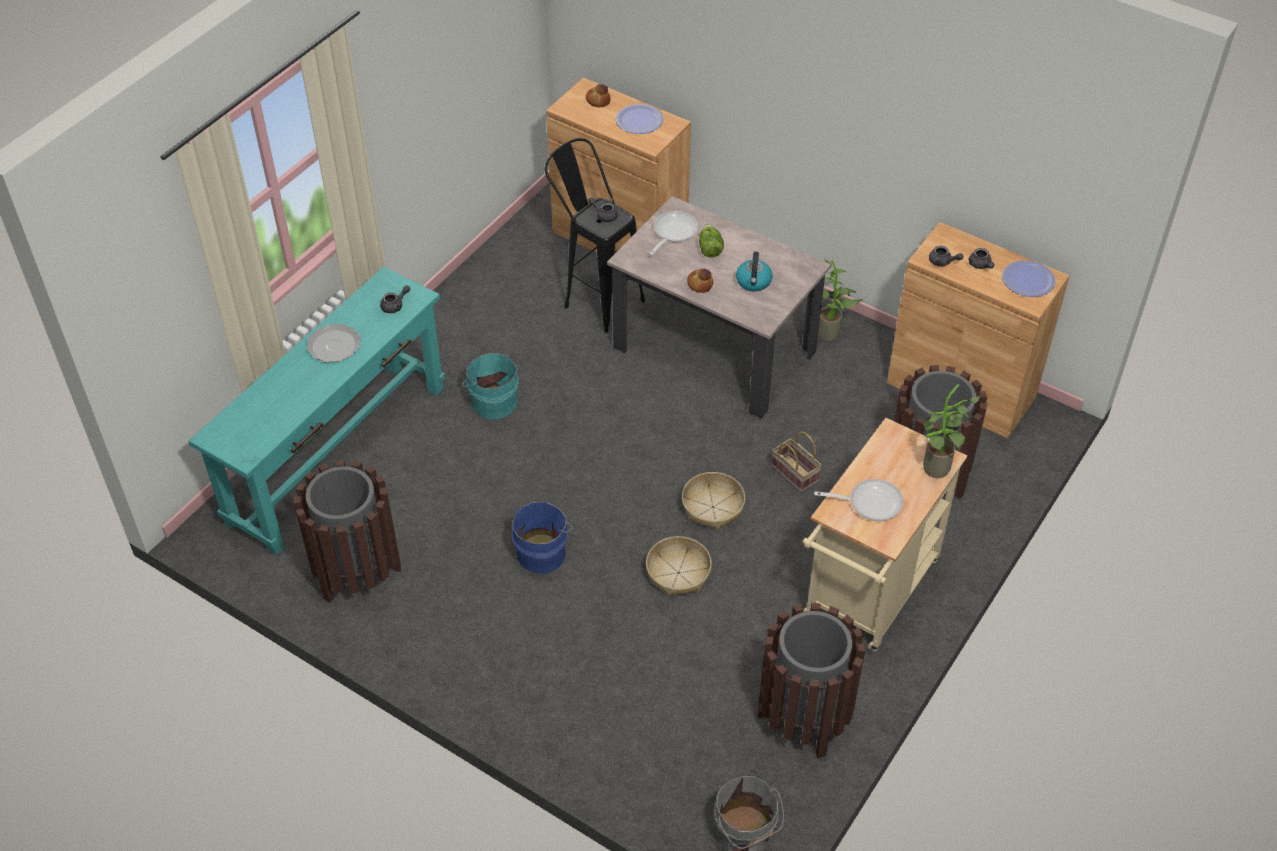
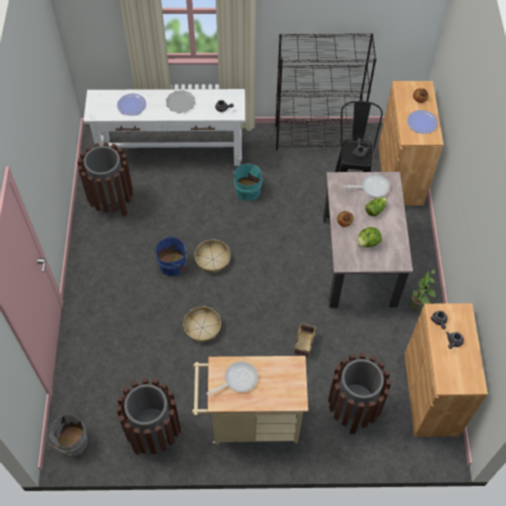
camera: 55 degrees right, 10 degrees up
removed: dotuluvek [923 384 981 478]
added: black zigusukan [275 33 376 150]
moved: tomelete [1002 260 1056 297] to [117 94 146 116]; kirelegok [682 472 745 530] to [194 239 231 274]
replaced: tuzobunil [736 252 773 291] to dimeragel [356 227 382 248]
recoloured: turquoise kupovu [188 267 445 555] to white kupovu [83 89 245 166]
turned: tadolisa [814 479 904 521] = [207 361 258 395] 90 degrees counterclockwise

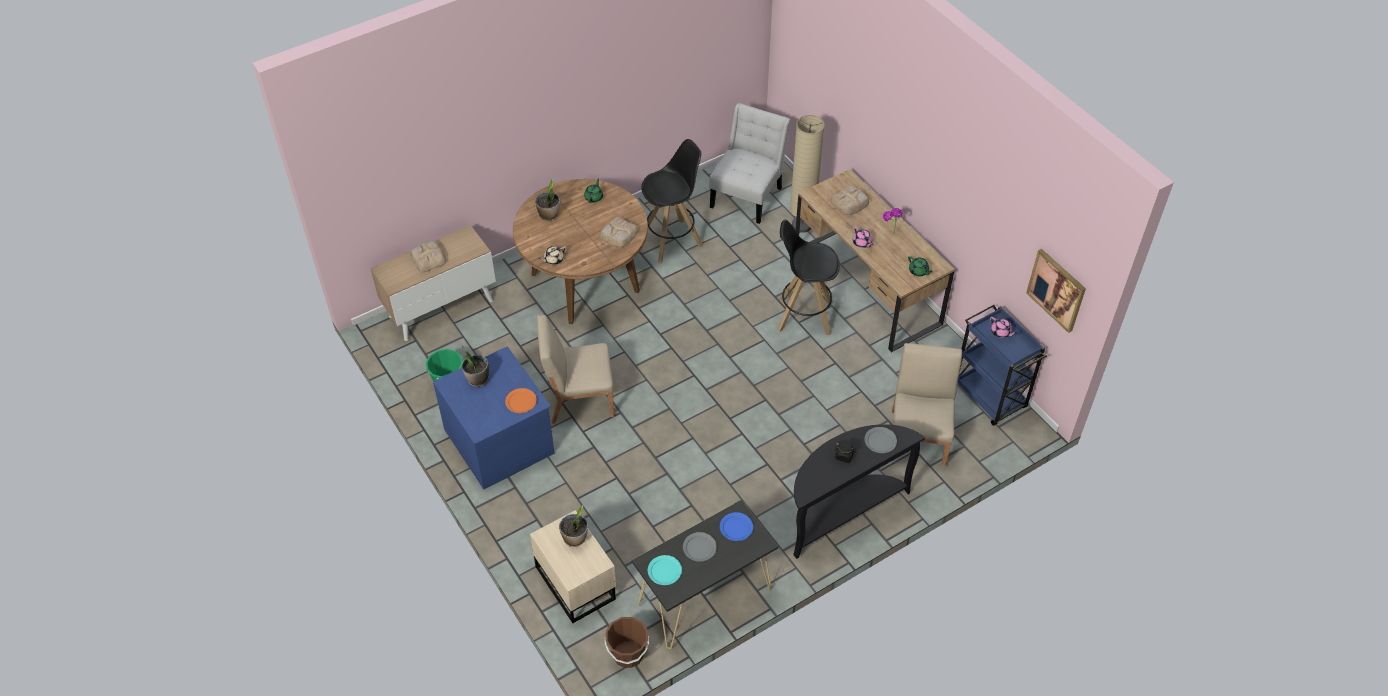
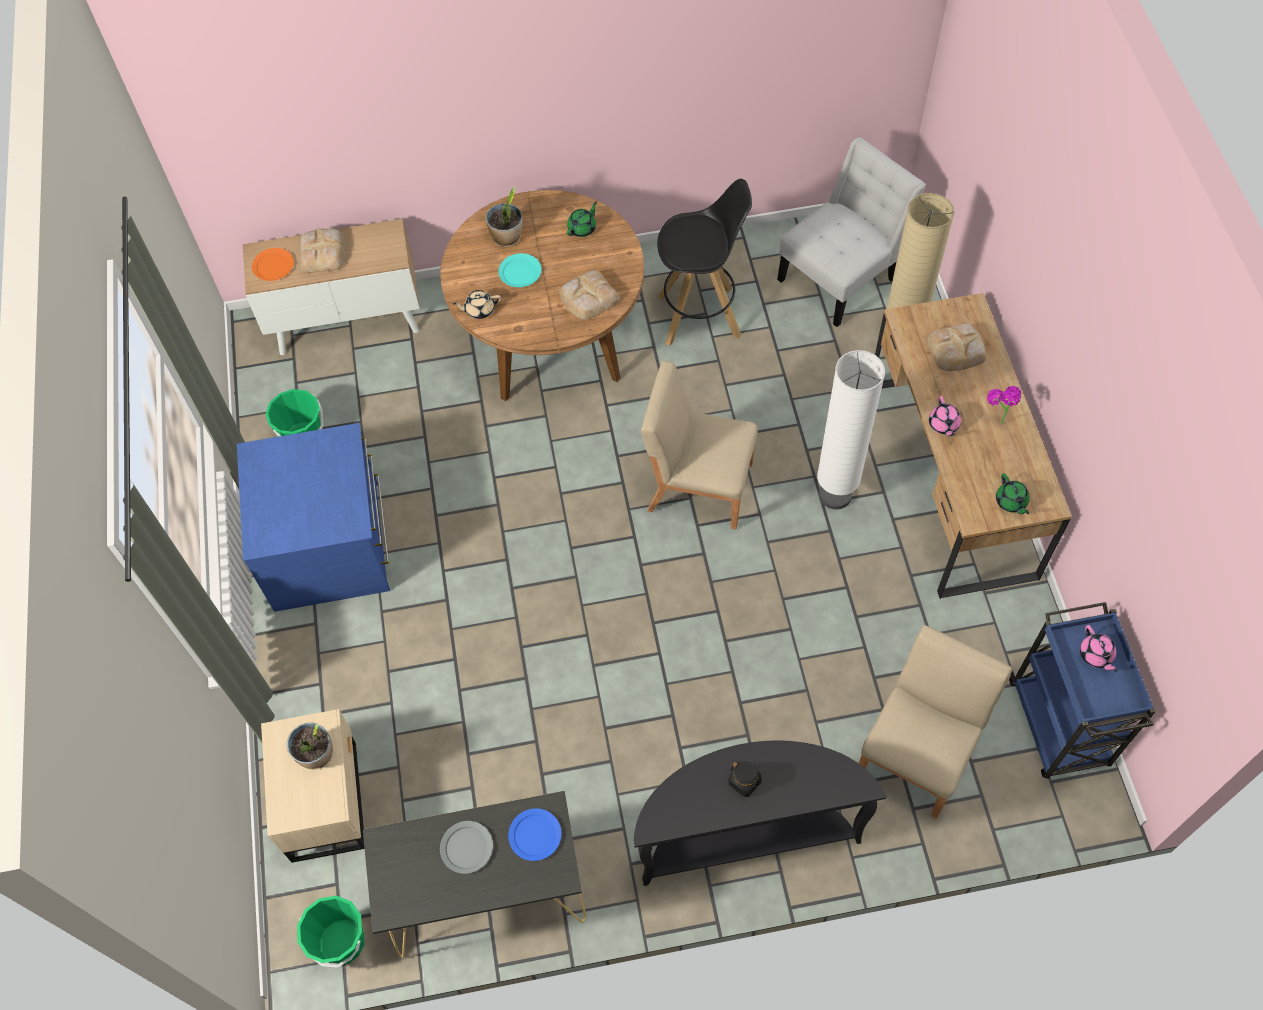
camera: 25 degrees right, 10 degrees up
removed: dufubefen [1026 249 1086 333]; dotuluvek [462 346 489 387]; grey tomelete [865 427 897 453]
moved: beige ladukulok [537 315 614 424] to [641 361 758 530]; orange tomelete [505 388 537 413] to [252 248 294 281]; turquoise tomelete [648 555 682 585] to [498 253 541 287]
replaced: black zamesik [777 220 840 336] to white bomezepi [817 350 885 509]
recoloured: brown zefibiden [605 617 649 668] to green zefibiden [297 896 364 968]

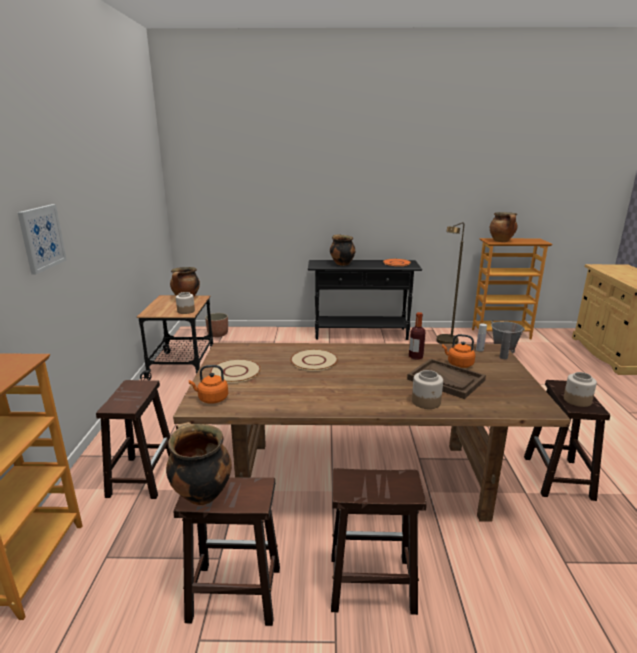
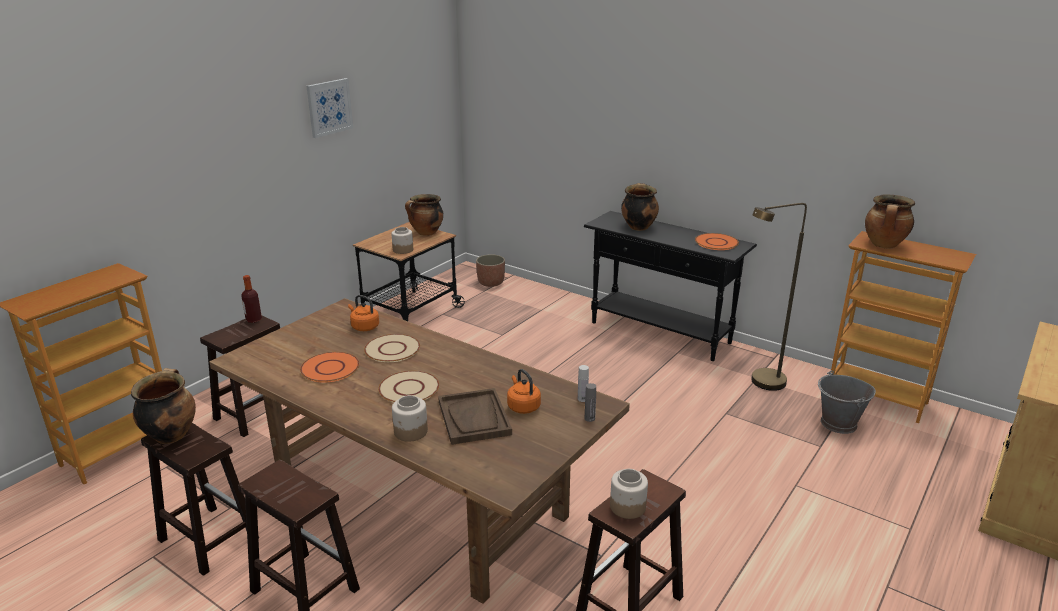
camera: 35 degrees right, 5 degrees up
added: orange tomelete [300 352 359 382]
moved: dufubefen [17 204 67 275] to [307 78 353 138]; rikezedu [409 312 426 360] to [241 275 262 323]; beige tomelete [210 359 261 383] to [378 371 439 403]; orange tuzobunil [189 365 228 404] to [348 295 379 331]

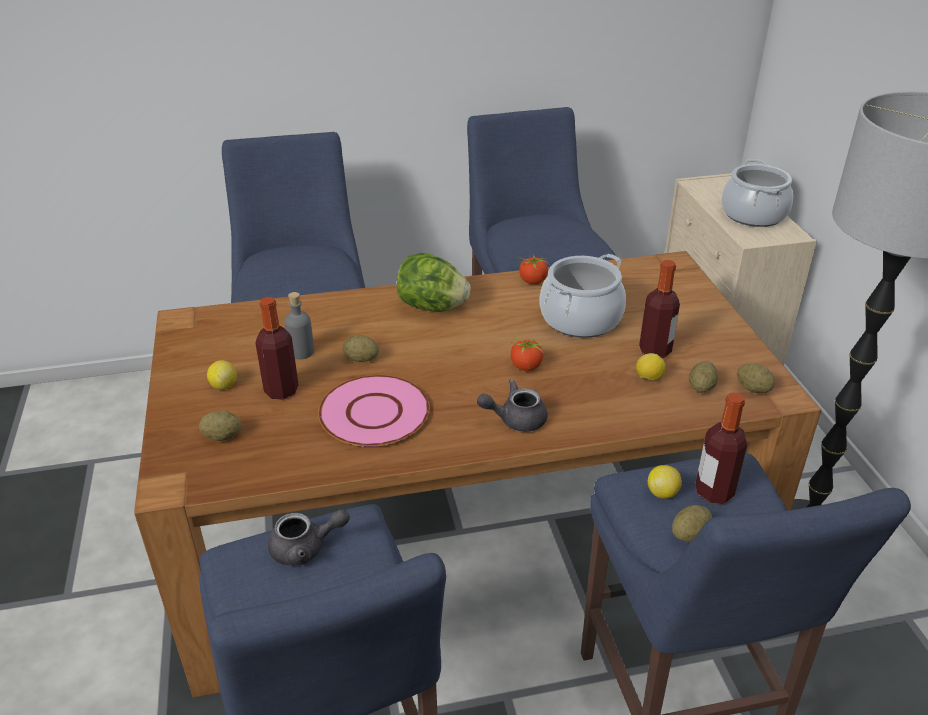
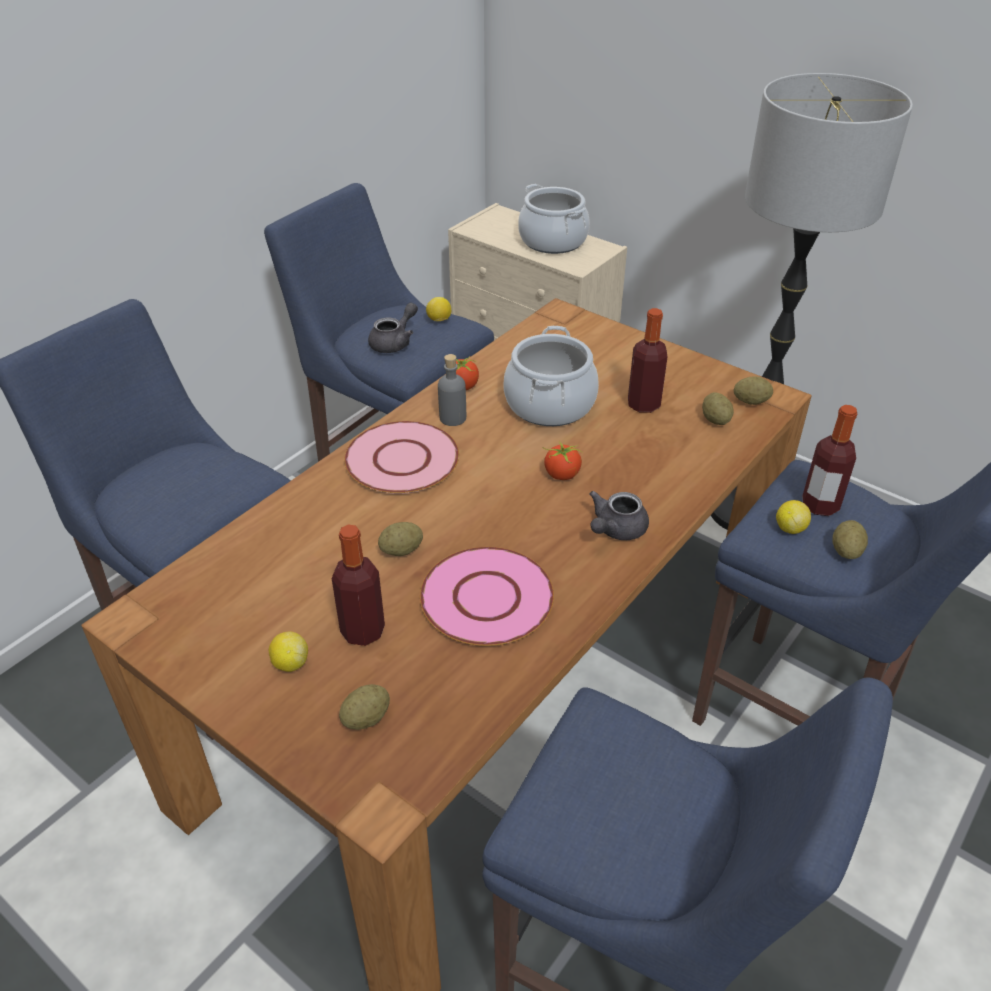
camera: 40 degrees left, 5 degrees up
moved: grey rikezedu [284 292 314 359] to [438 354 466 426]; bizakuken [636 353 665 381] to [426 297 451 321]; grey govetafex [268 509 350 565] to [368 303 418 353]
replaced: dimeragel [397 253 471 312] to pink tomelete [344 421 459 494]

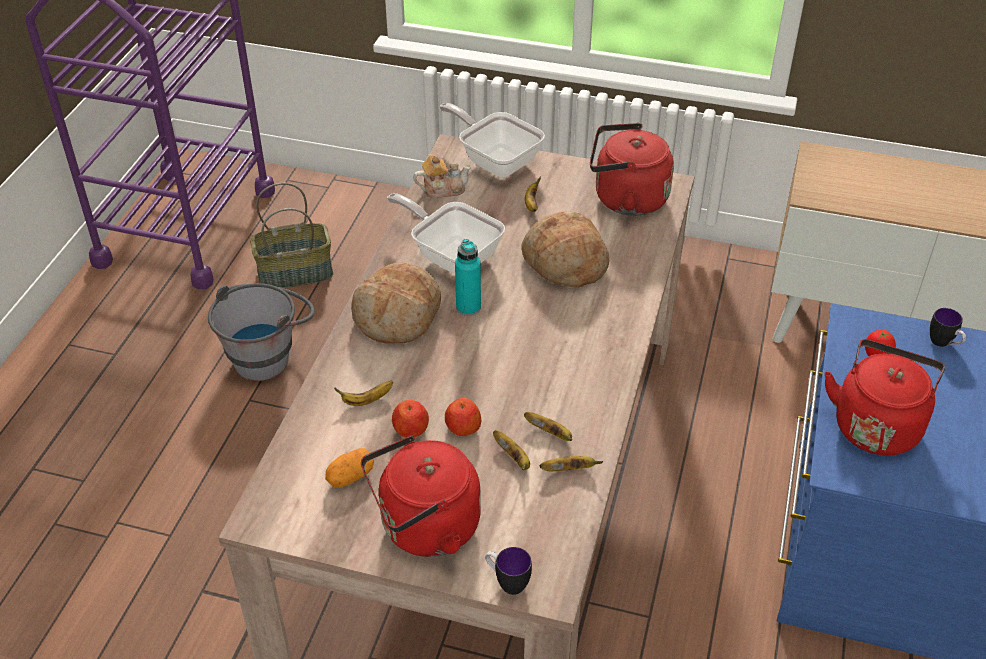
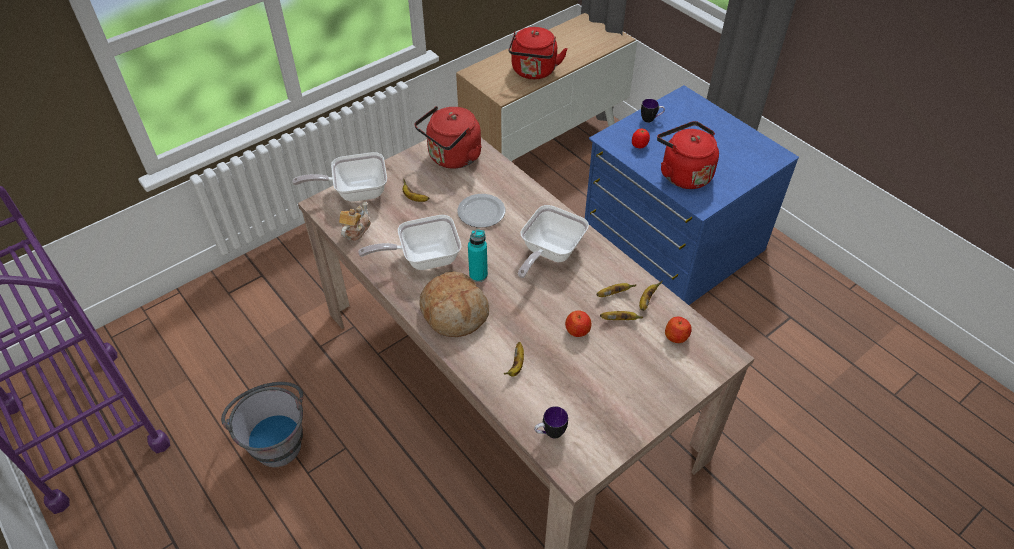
camera: 55 degrees left, 5 degrees up
removed: kirelegok [250 183 333 288]; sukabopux [325 448 374 488]
added: tadolisa [518 205 589 278]
moved: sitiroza [392 400 429 437] to [665 317 692 343]; red tuzobunil [361 435 481 557] to [509 27 568 79]; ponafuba [485 547 532 595] to [534 406 568 439]
replaced: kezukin [521 211 609 288] to tomelete [457 194 505 228]

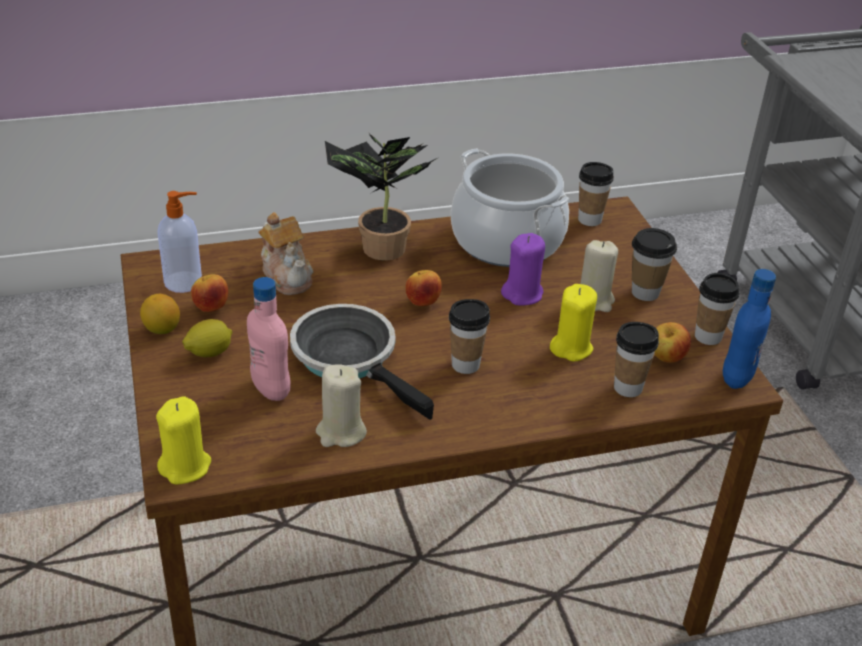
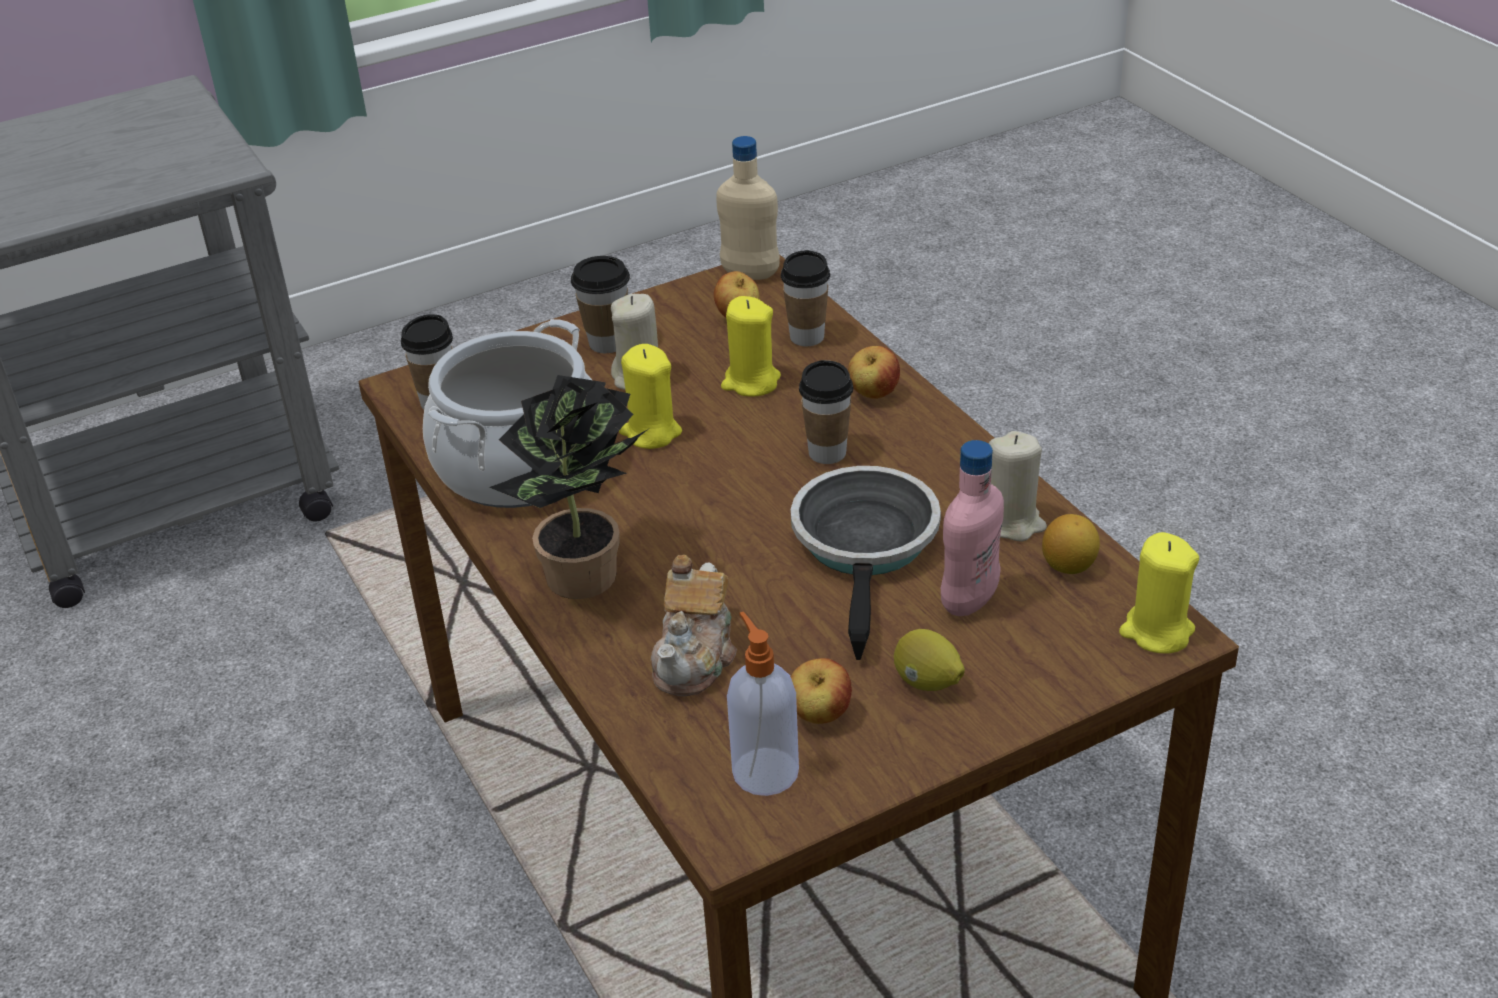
camera: 100 degrees left, 0 degrees up
removed: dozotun [695 273 739 345]
moved: sitiroza [405 270 442 306] to [848 346 900 399]; bizakuken [140 294 180 334] to [1042 514 1100 574]
recoloured: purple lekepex [501 233 545 306] to yellow lekepex [619 344 682 449]; blue rikezedu [723 269 776 389] to beige rikezedu [716 136 780 280]
turned: govetafex [258 212 313 295] = [651 555 737 696] 150 degrees clockwise; tadolisa [290 304 434 420] = [791 466 941 660] 150 degrees clockwise

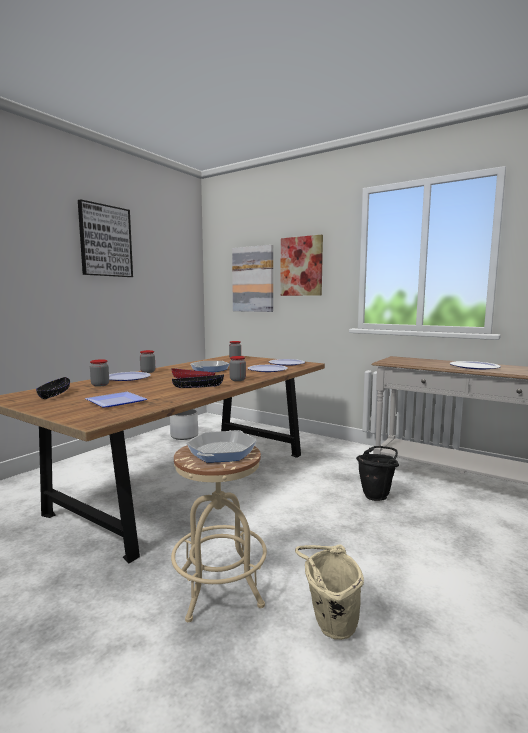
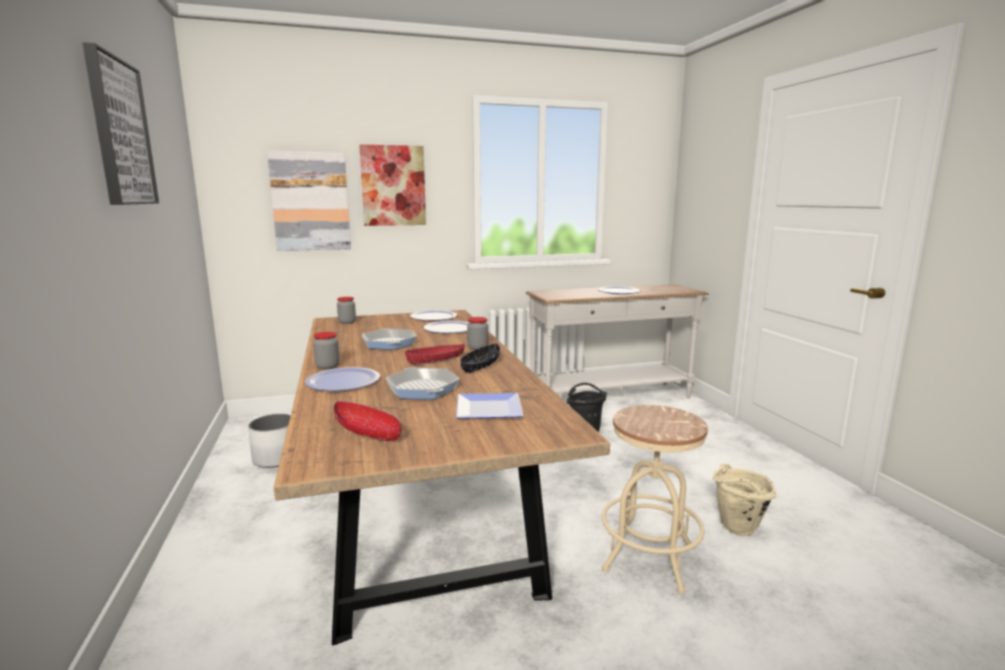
camera: 50 degrees left, 5 degrees up
removed: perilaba [90 359 109 387]
moved: tadolisa [186 430 257 463] to [386 367 459 399]
recoloured: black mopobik [36 377 70 399] to red mopobik [334 401 401 441]

